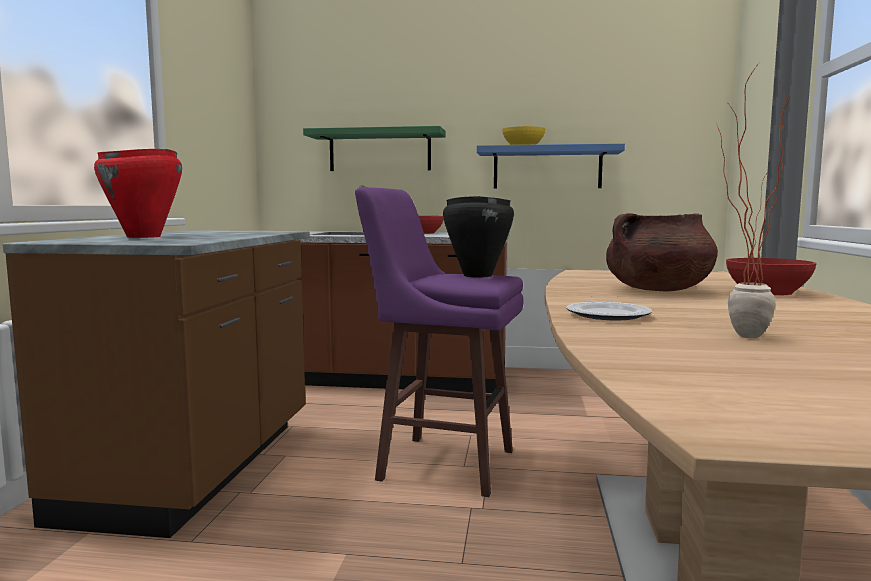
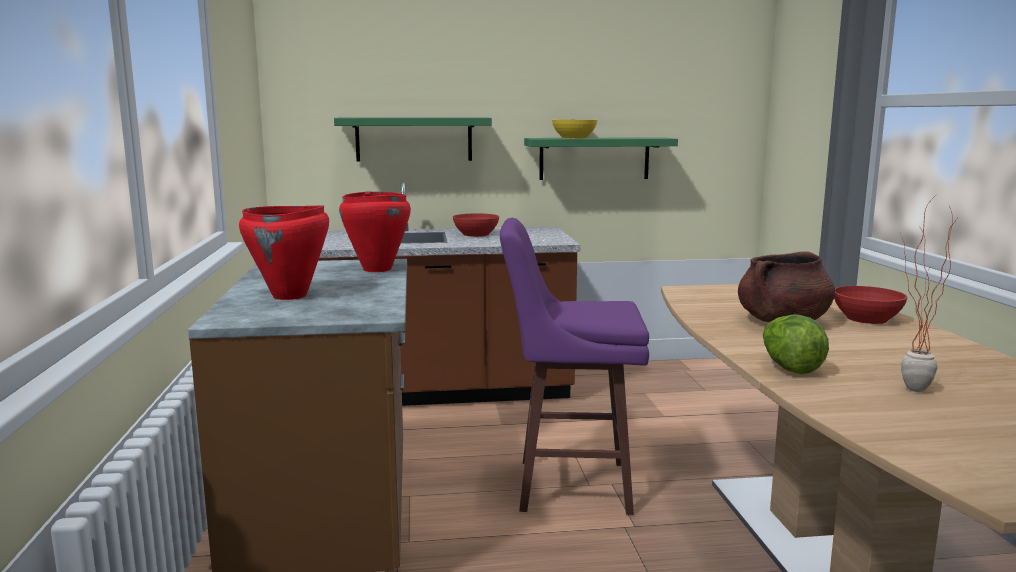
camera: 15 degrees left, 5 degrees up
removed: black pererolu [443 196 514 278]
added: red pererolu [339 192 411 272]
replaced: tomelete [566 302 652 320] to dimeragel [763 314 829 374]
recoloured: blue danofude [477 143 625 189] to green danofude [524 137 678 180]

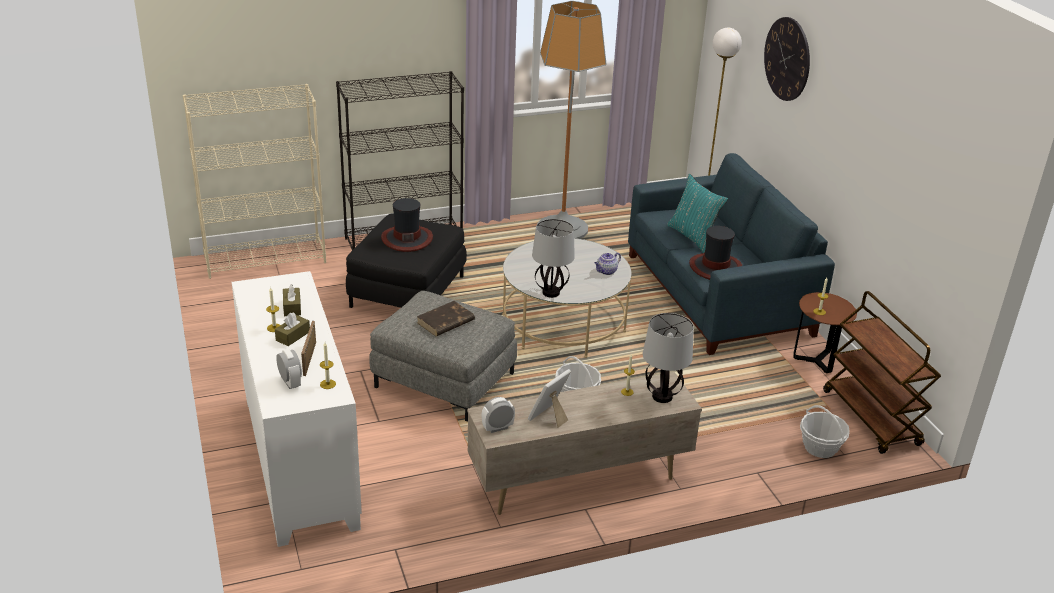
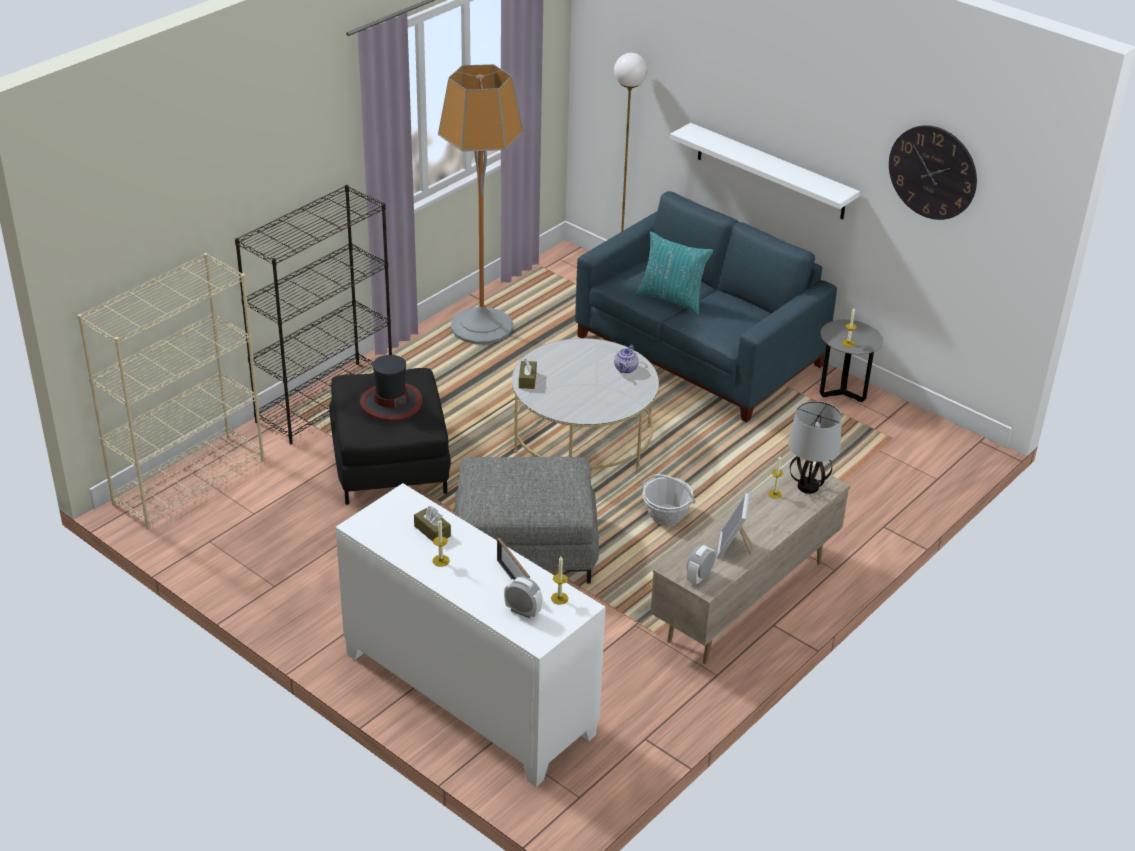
camera: 30 degrees left, 5 degrees up
removed: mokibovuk [532 219 575 298]; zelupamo [689 226 742 280]; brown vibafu [823 291 941 454]; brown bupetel [417 301 475 336]; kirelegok [800 405 850 458]
added: white danofude [670 123 860 220]
moved: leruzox [764 17 810 101] to [889 125 977 220]; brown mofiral [275 312 310 346] to [519 359 537 389]
recoloured: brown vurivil [793 292 857 373] to grey vurivil [820 320 883 402]

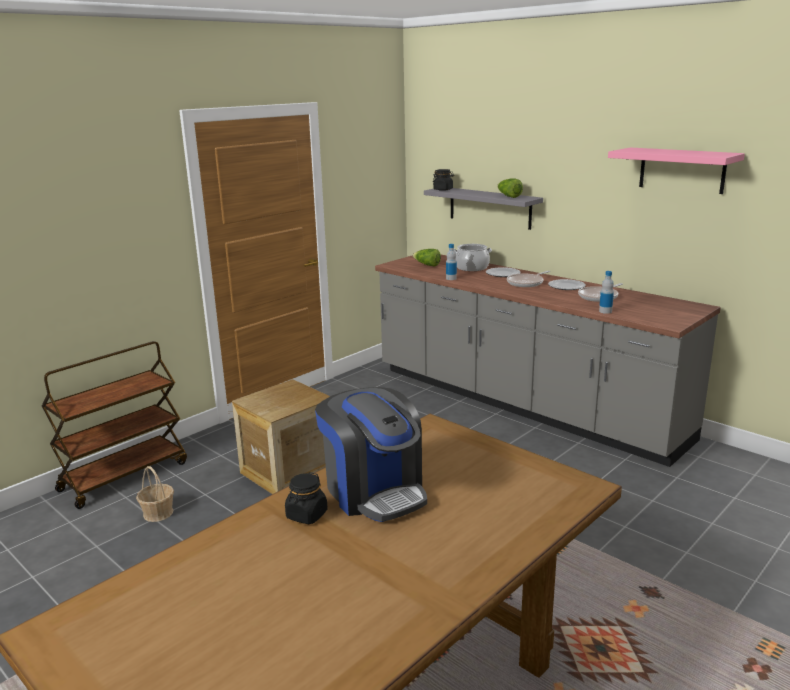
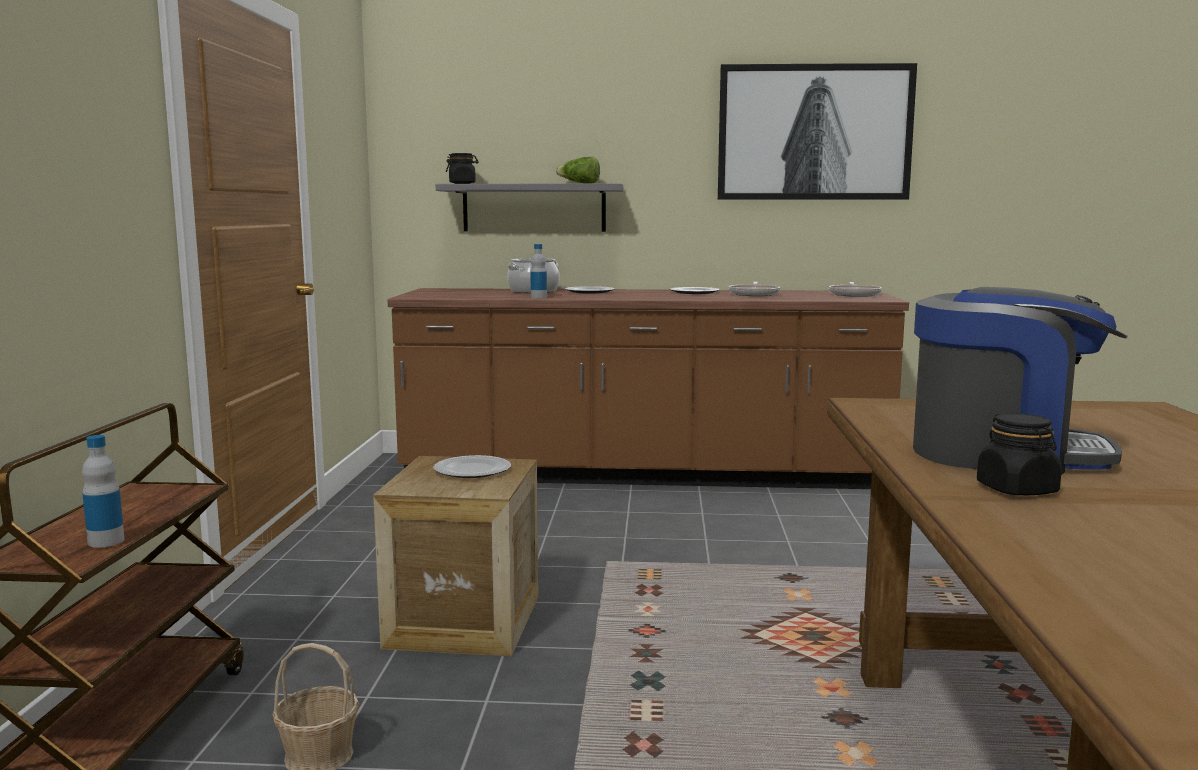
camera: 40 degrees left, 10 degrees down
removed: dimeragel [412 249 441 267]
added: tomelete [433 455 511 478]
moved: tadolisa [507 271 550 287] to [829 282 882 297]; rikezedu [599 271 614 314] to [82 435 125 548]
replaced: pink danofude [608 147 745 194] to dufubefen [718 63 917 200]
recoloured: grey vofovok [375 255 721 467] to brown vofovok [387 288 909 489]

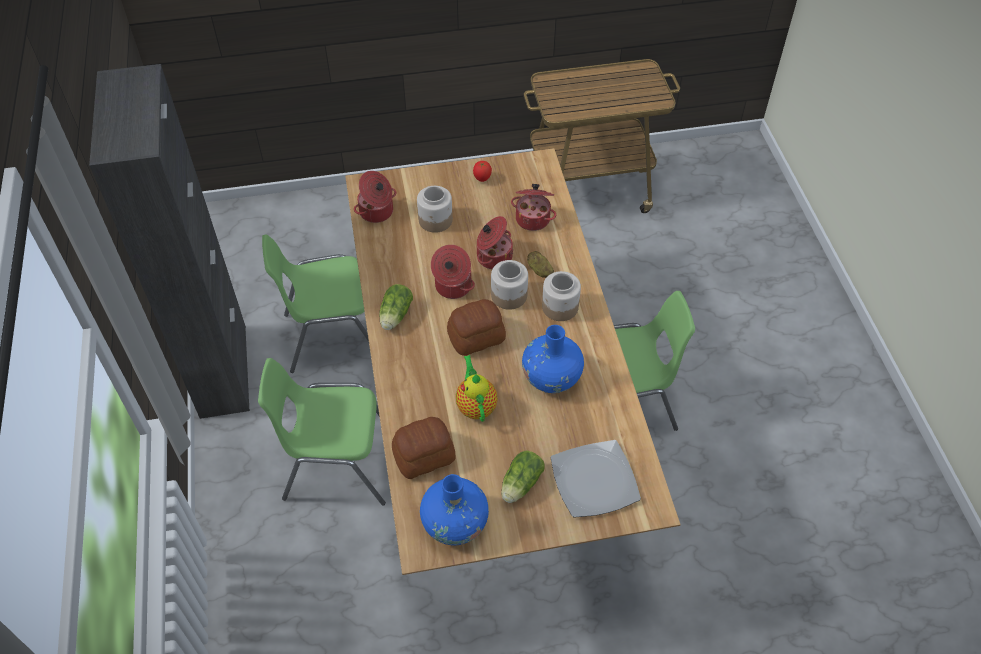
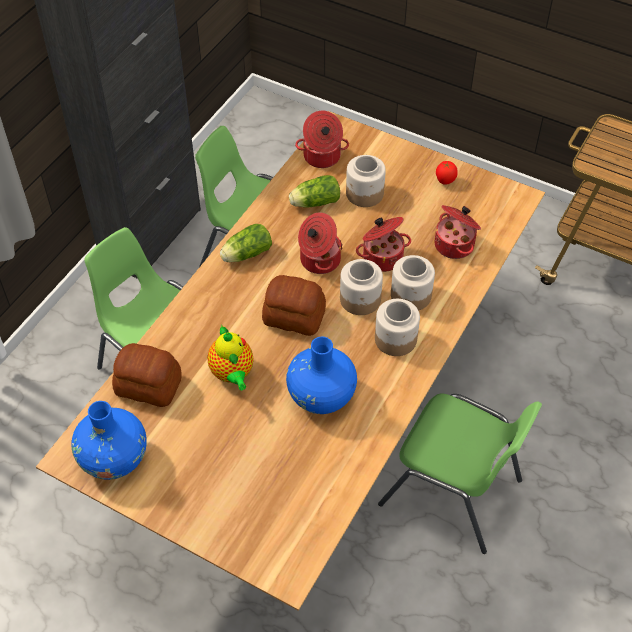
camera: 40 degrees right, 0 degrees up
removed: tomelete [551 440 641 518]
moved: dimeragel [501 451 545 503] to [289 175 340 207]
replaced: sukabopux [527 251 554 278] to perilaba [391 255 435 311]
turned: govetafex [456 355 498 422] = [207 325 254 390] 135 degrees clockwise

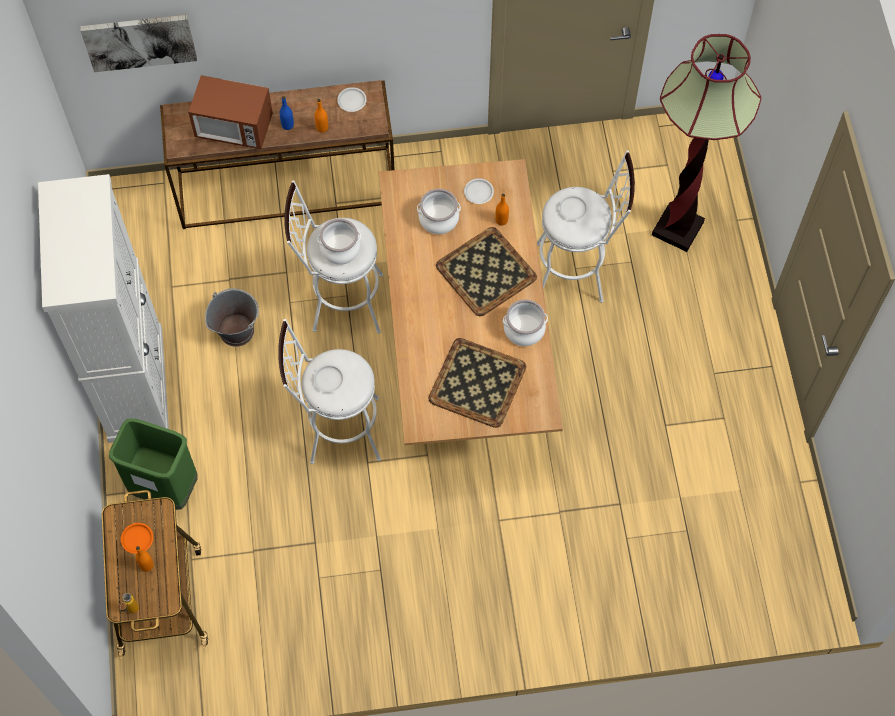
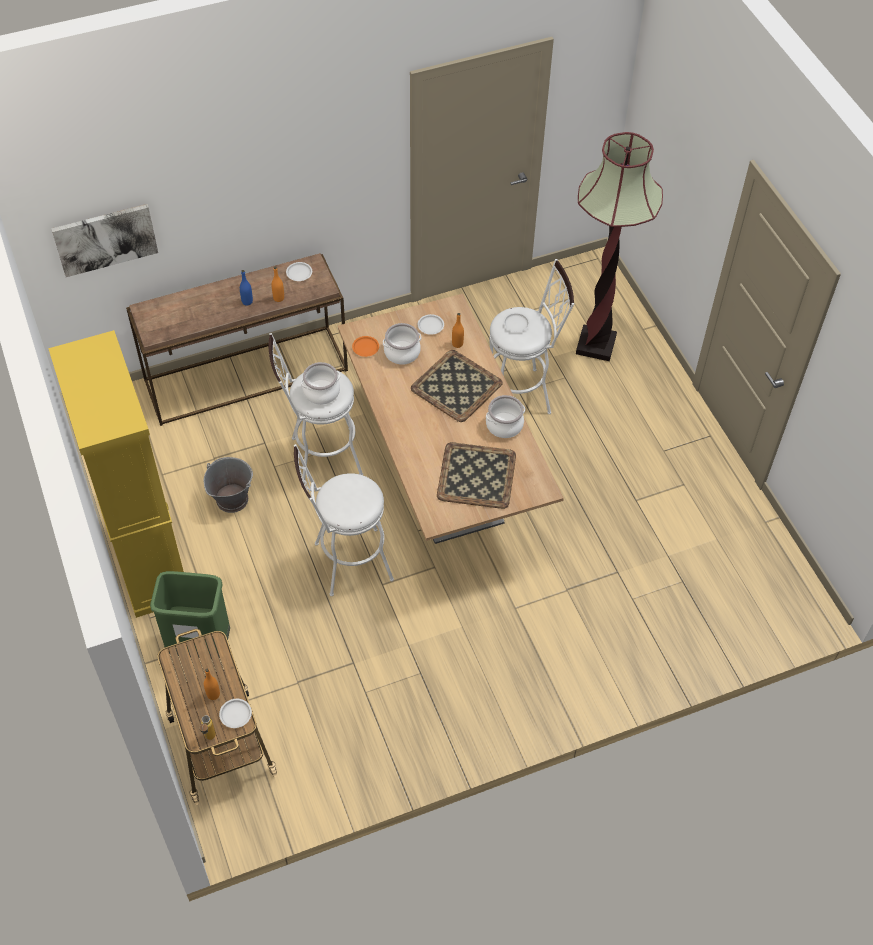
camera: 15 degrees left, 10 degrees down
removed: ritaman [188 75 273 149]
moved: white tomelete [313 364 344 393] to [219 699 252 728]; orange tomelete [121 523 153 554] to [352 336 379 357]
recoloured: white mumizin [38 174 169 443] to yellow mumizin [48 330 184 618]

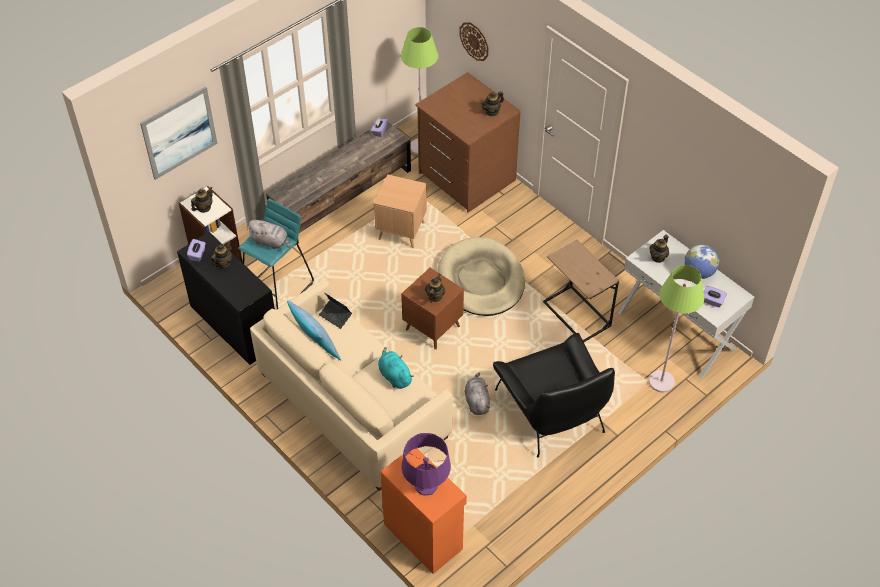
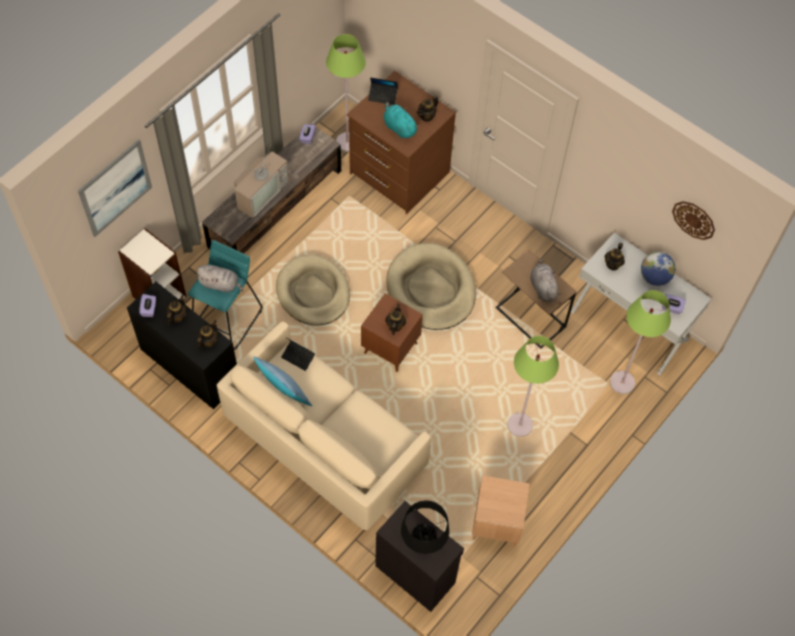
camera: 10 degrees left, 10 degrees up
added: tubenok [368 77 398 105]; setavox [234 145 289 218]; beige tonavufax [276 254 350 326]
moved: leruzox [460 22 489 61] to [672 201 715 240]; brown vurivil [374 174 427 248] to [472 475 530 547]; govetafex [191 187 213 213] to [197 320 218 349]; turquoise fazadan [378 347 414 389] to [383 102 420 139]; grey fazadan [465 372 490 415] to [530 258 561 302]
replaced: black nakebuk [493 333 615 458] to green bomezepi [507 336 559 437]
recoloured: purple mokibovuk [402 433 451 496] to black mokibovuk [401 500 449 554]; orange mumizin [380 449 467 574] to black mumizin [375 501 464 612]

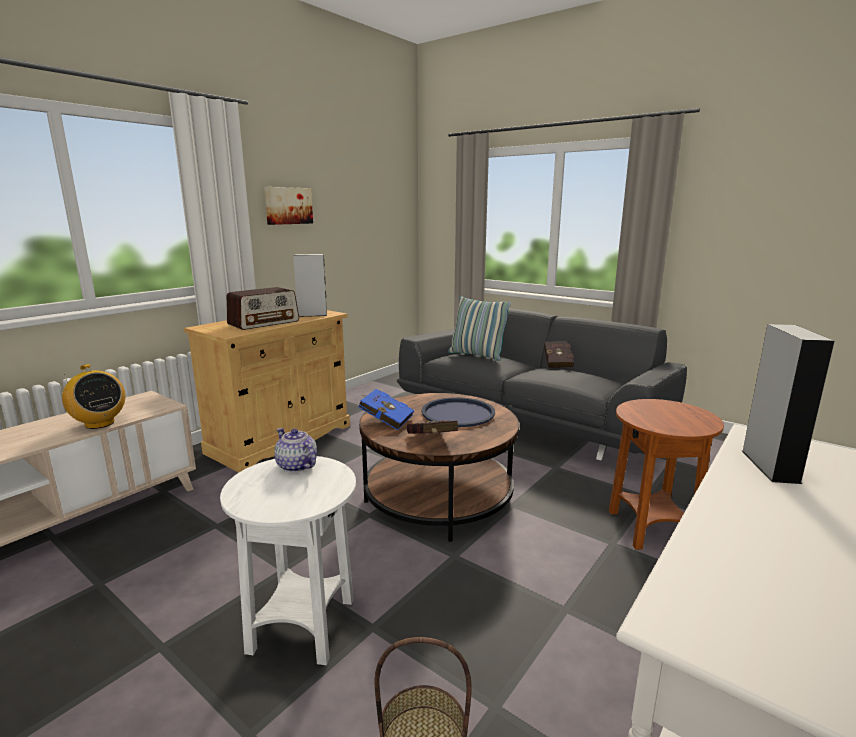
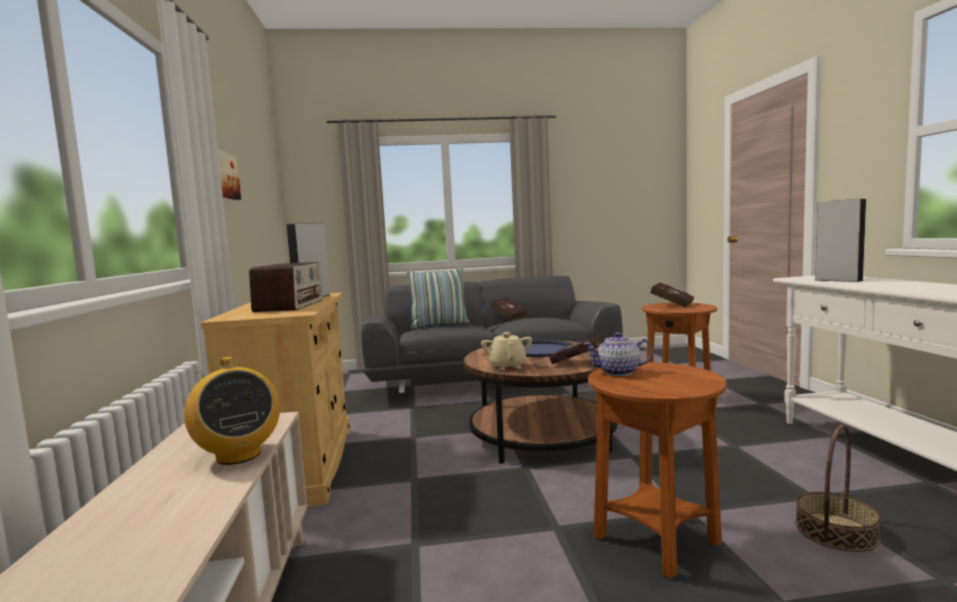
camera: 45 degrees left, 10 degrees down
added: red bupetel [650 283 694 307]
replaced: blue bupetel [358 389 414 430] to beige govetafex [481 332 532 371]
recoloured: white vurivil [220 456 356 665] to brown vurivil [588 362 727 578]
turned: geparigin [62 364 125 429] = [184 357 280 465] 60 degrees clockwise

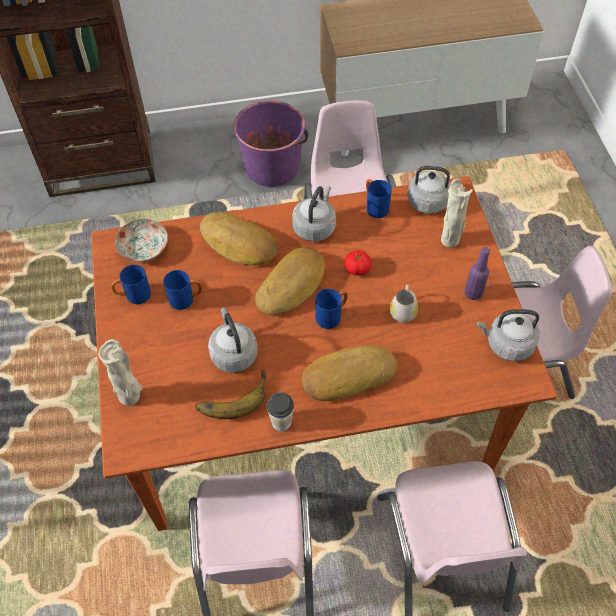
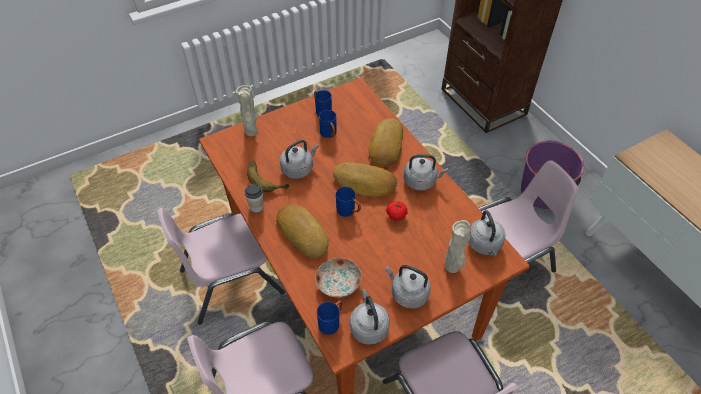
camera: 70 degrees right, 5 degrees down
removed: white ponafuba [390 284 418 322]
moved: blue ponafuba [366 179 392 218] to [317 301 342 335]; tomelete [115 219 168 262] to [315 258 362 298]
replaced: purple rikezedu [464 247 490 300] to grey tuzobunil [385 265 431 309]

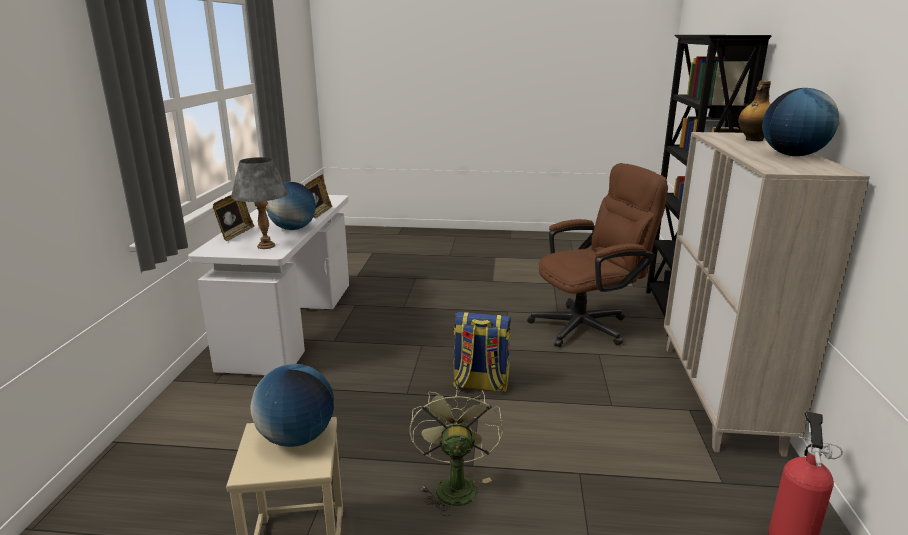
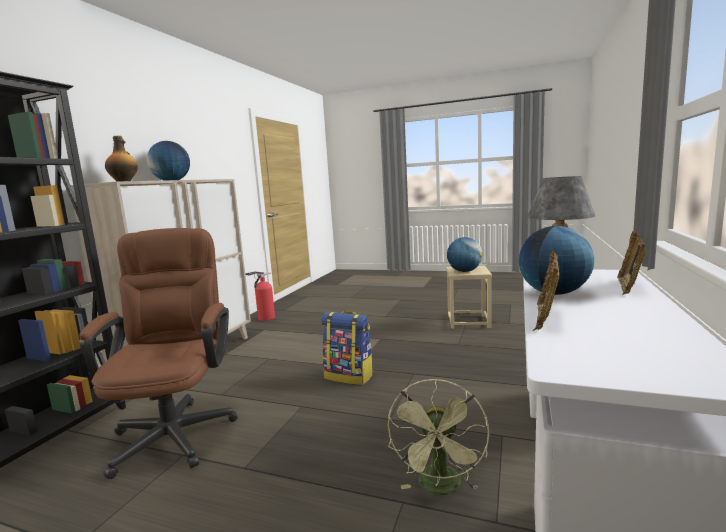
camera: 165 degrees left, 10 degrees down
moved: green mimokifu [410 385 503 516] to [388 379 489 495]
turned: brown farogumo [527 163 668 347] = [79 228 237 479] 90 degrees clockwise

